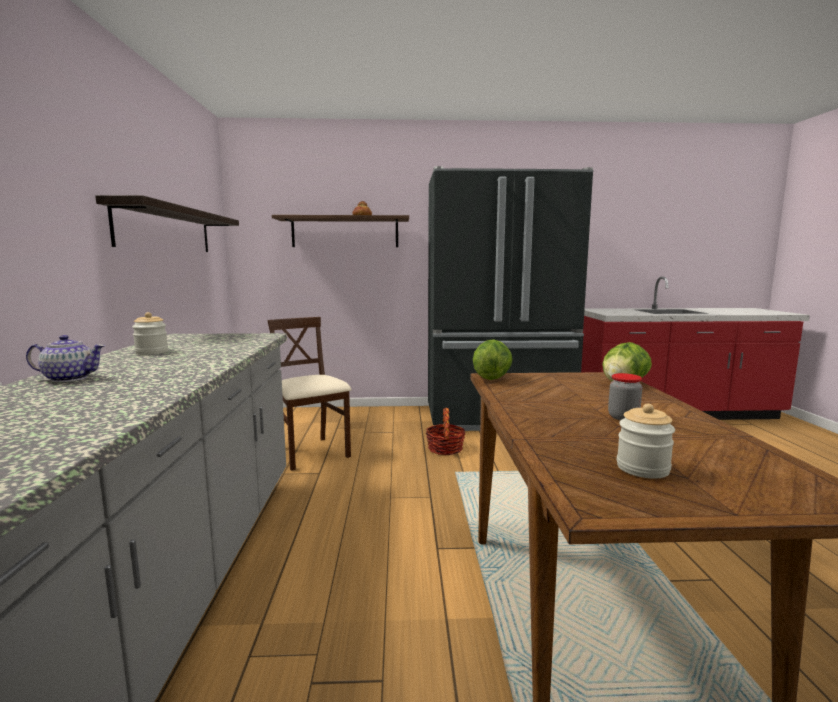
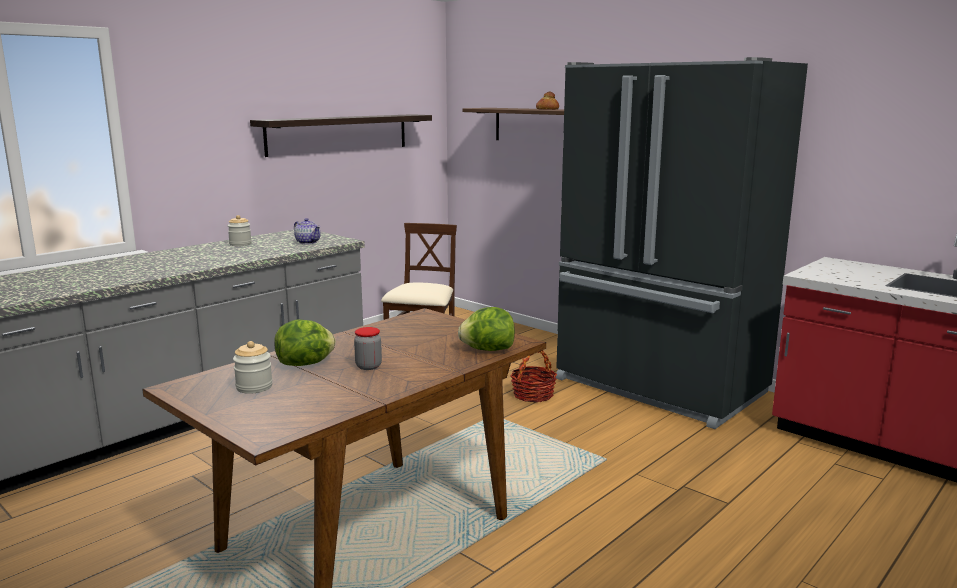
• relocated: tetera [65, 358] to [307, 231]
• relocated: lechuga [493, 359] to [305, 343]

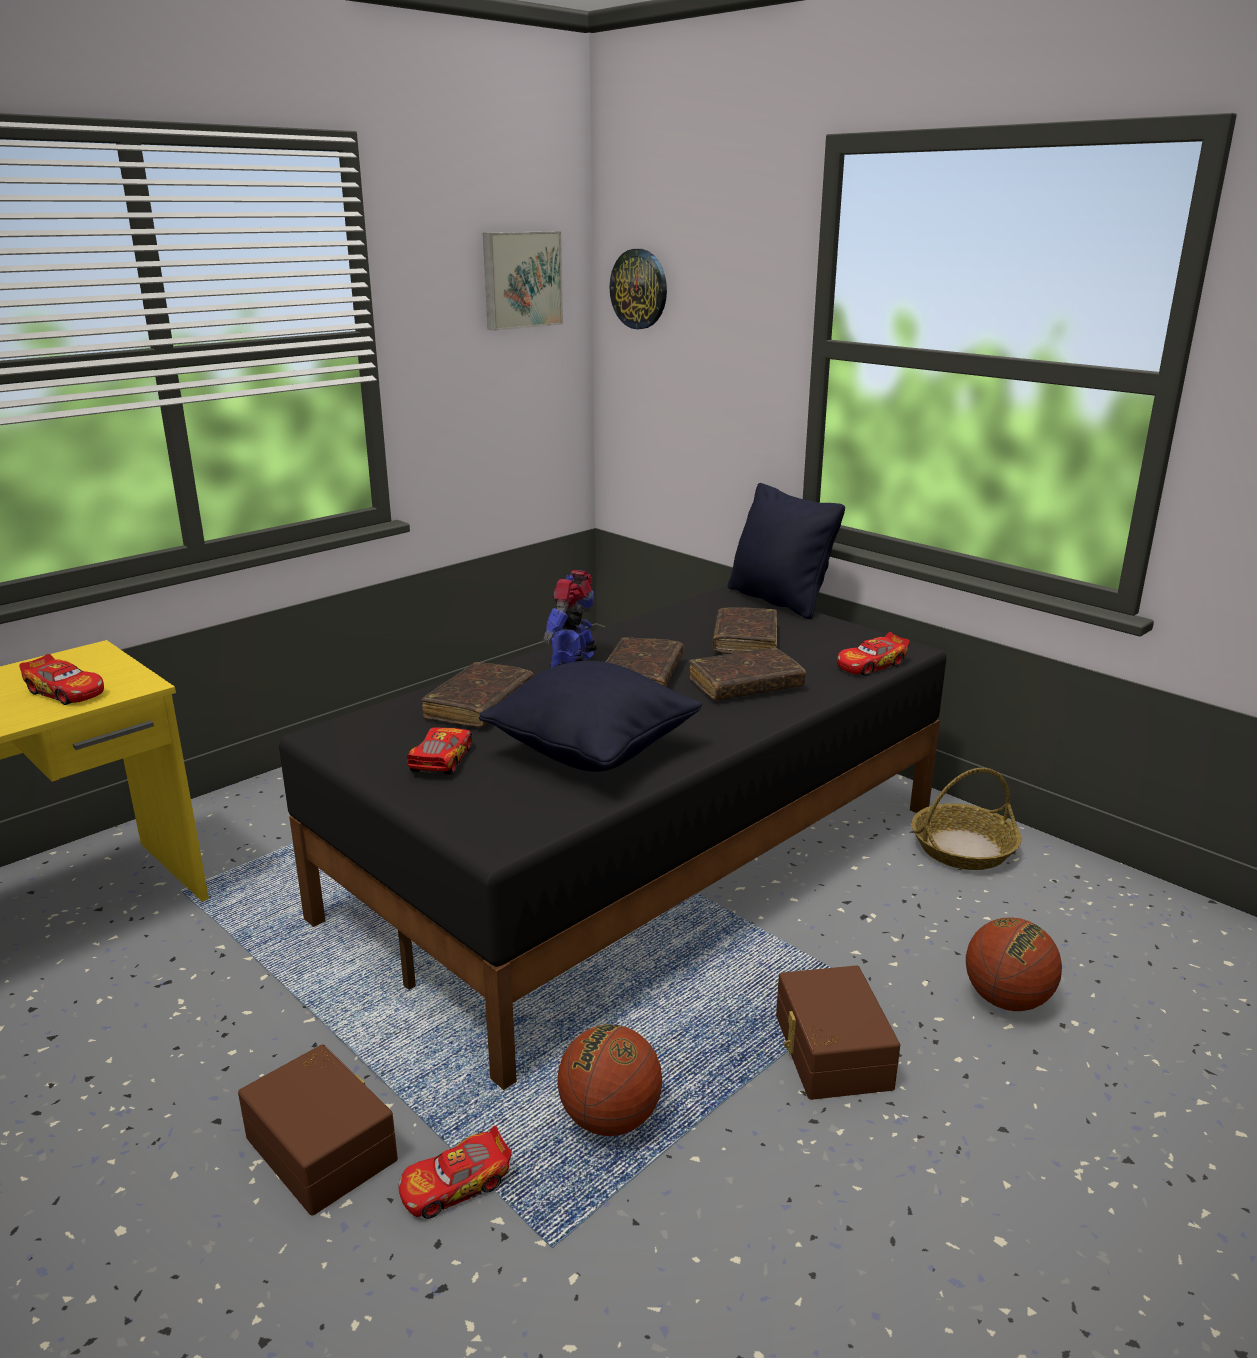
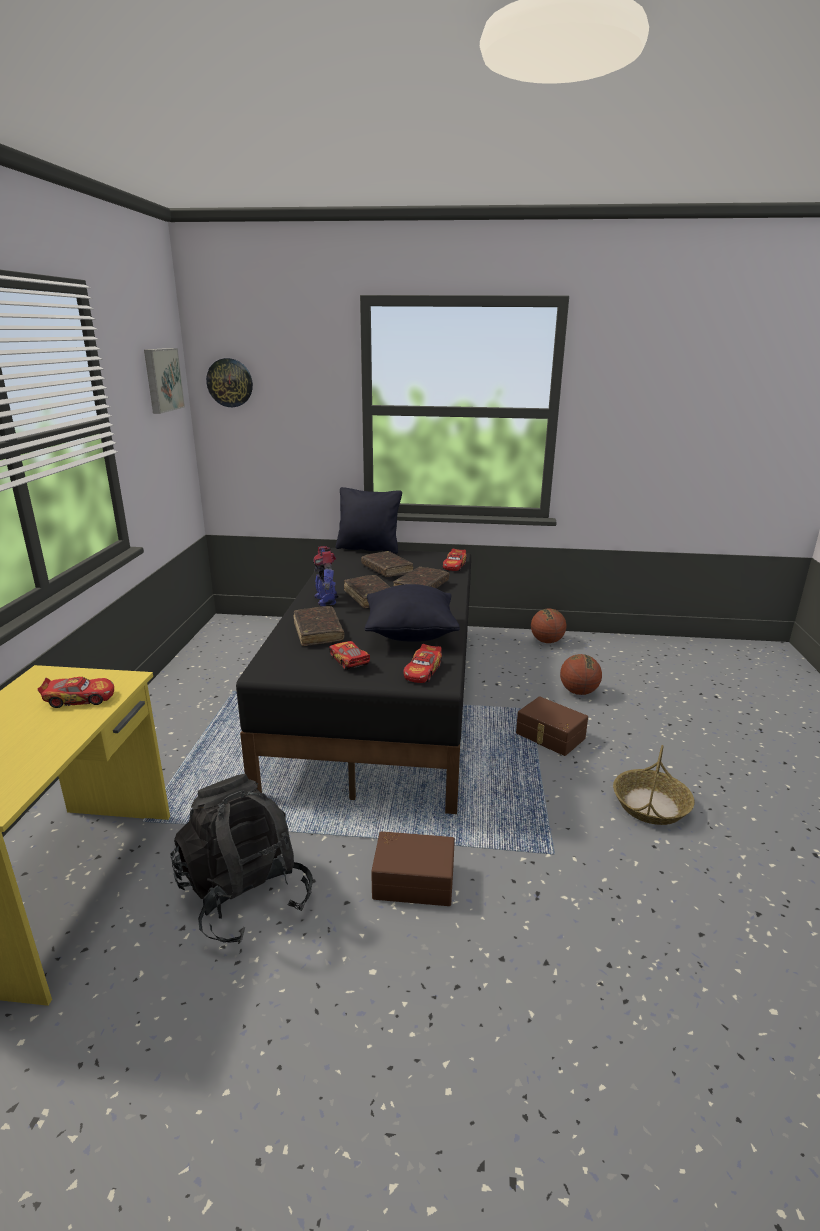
• relocated: cesta [966, 819] to [653, 785]
• relocated: balón de baloncesto [610, 1080] to [548, 625]
• relocated: coche de juguete [455, 1172] to [423, 663]
• appeared: mochila [negro] [242, 859]

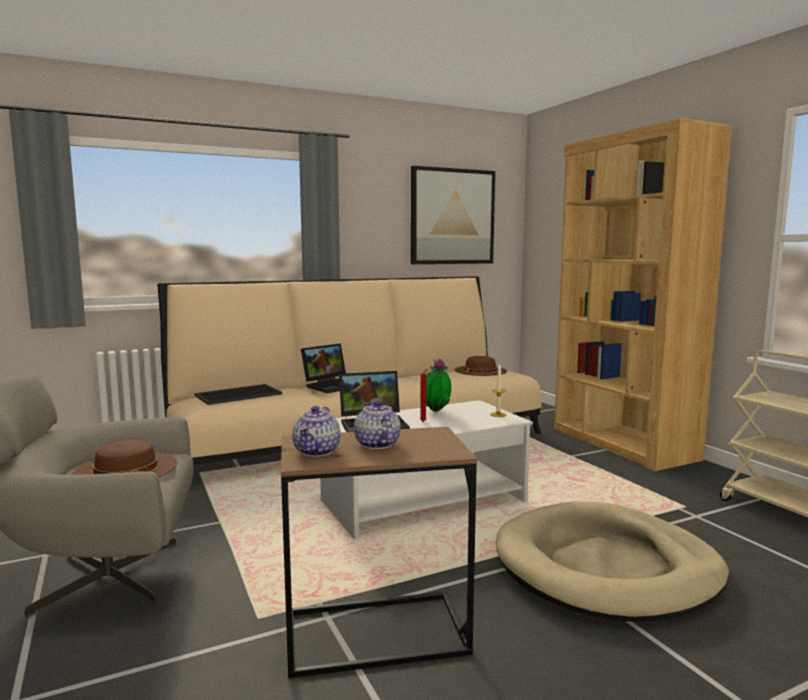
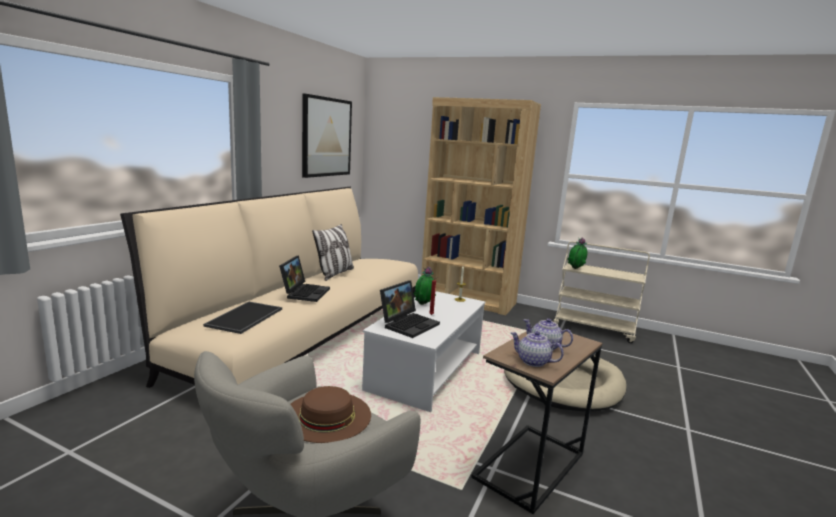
• missing: sombrero [marrón] [480, 366]
• spun: tetera [316, 431] = [537, 349] 150 degrees clockwise
• appeared: cojín [333, 252]
• appeared: planta en maceta [577, 253]

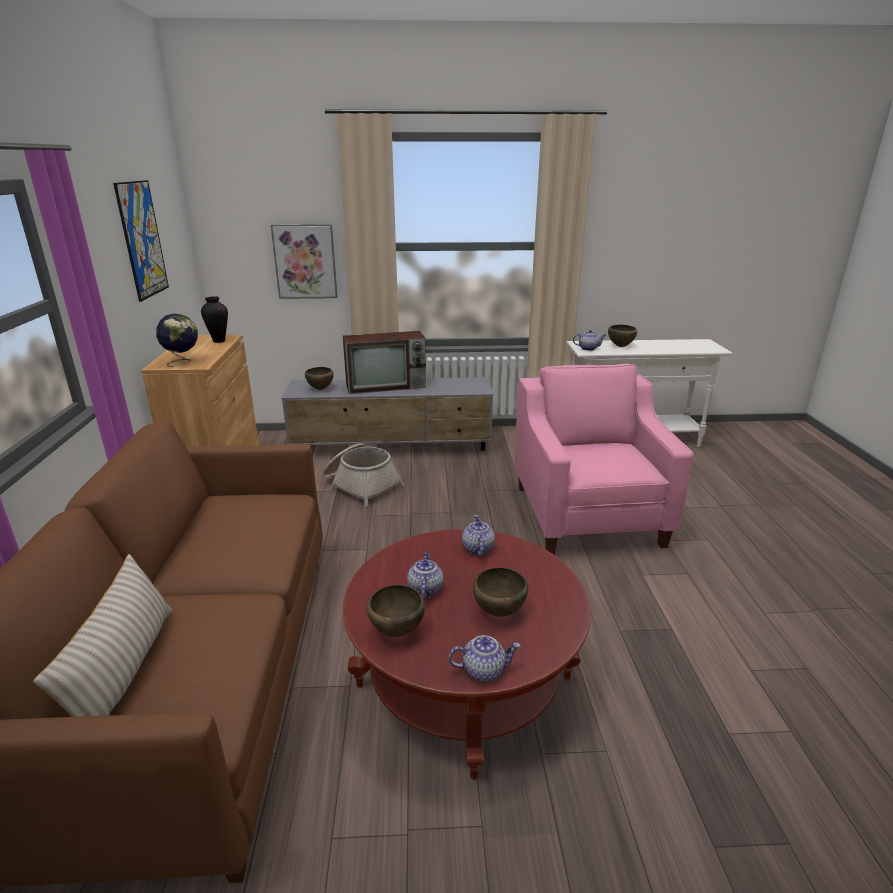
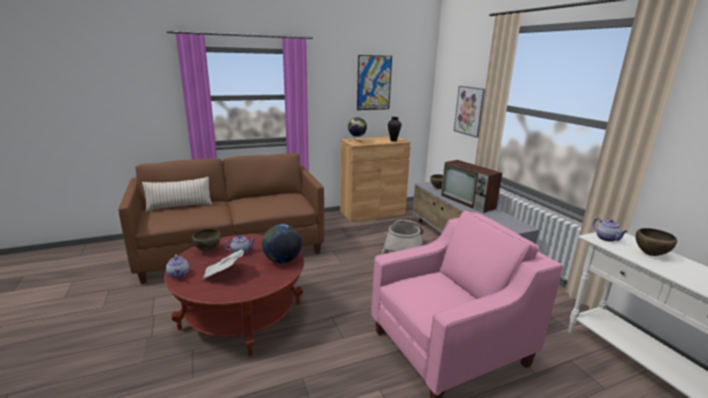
• exchanged: tetera [478, 535] to globo terráqueo [282, 243]
• exchanged: cuenco [marrón] [500, 592] to periódico [223, 264]

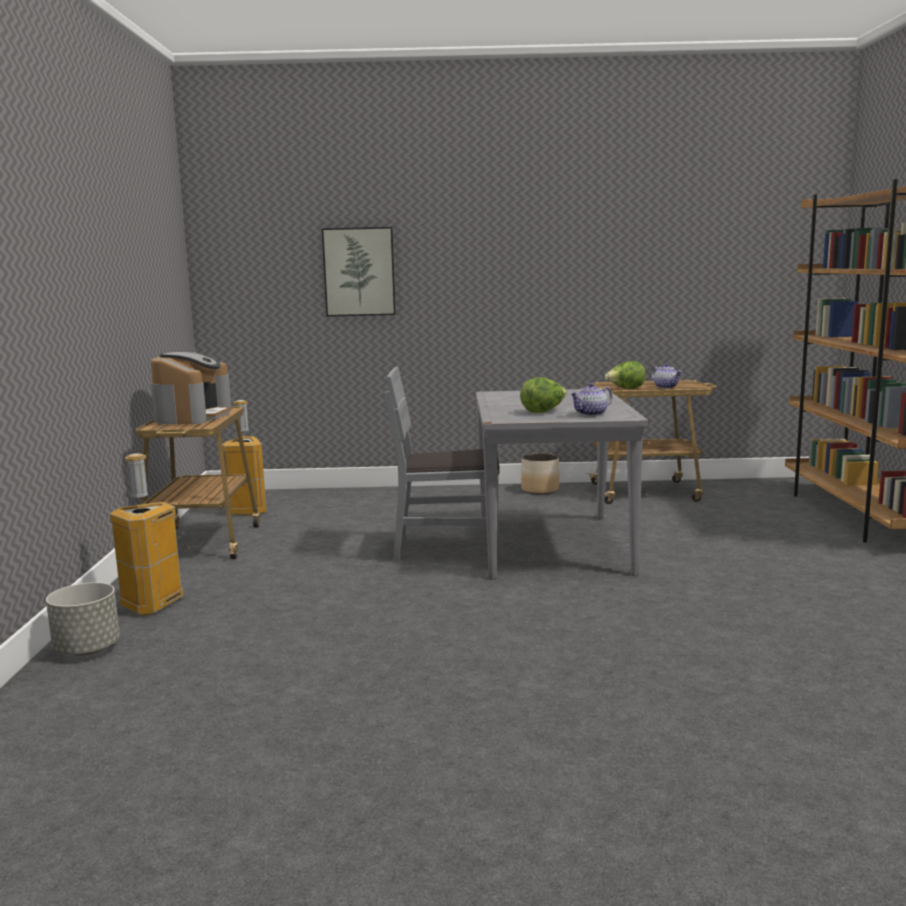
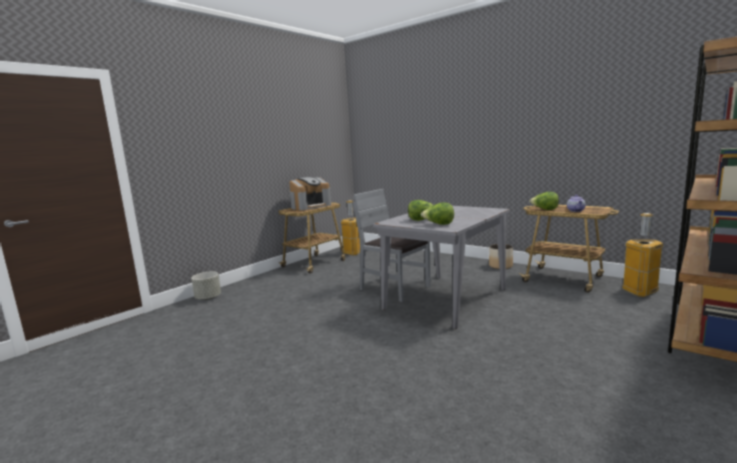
• missing: cuadro [359, 272]
• exchanged: tetera [591, 399] to lechuga [437, 214]
• relocated: papelera [147, 534] to [642, 255]

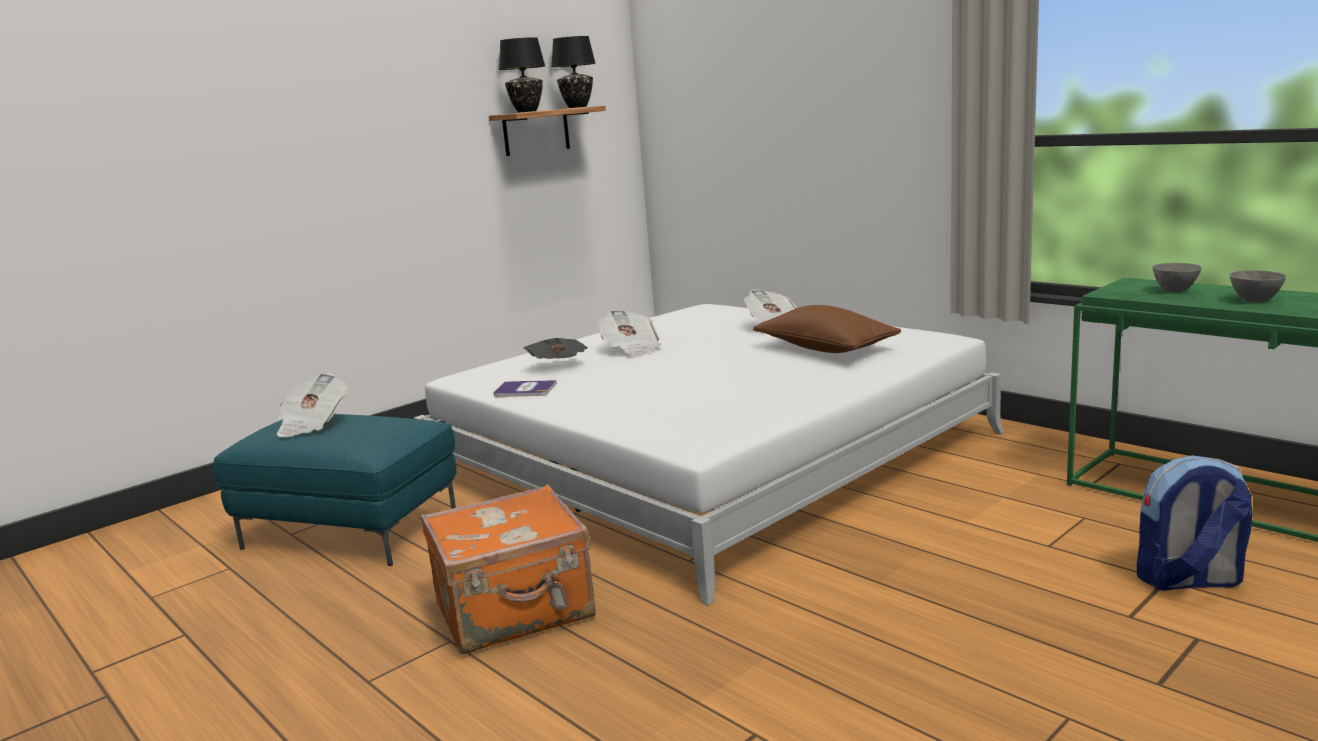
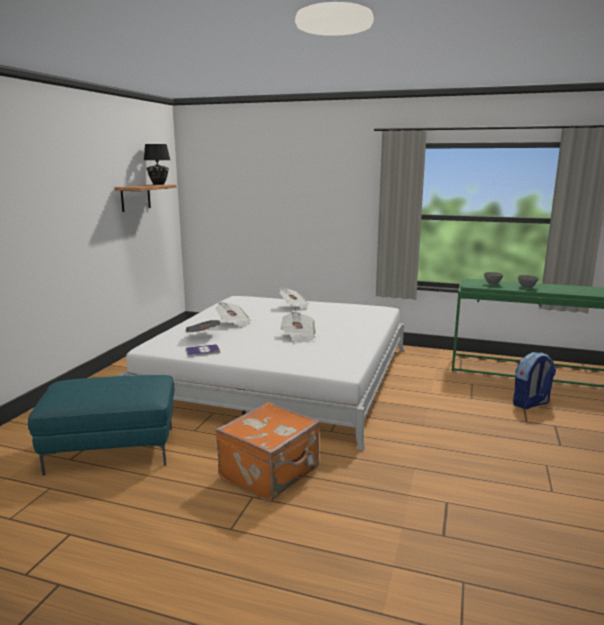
• missing: lámpara de mesa [negro] [522, 75]
• missing: cojín [marrón] [827, 329]
• relocated: periódico [312, 405] to [298, 327]

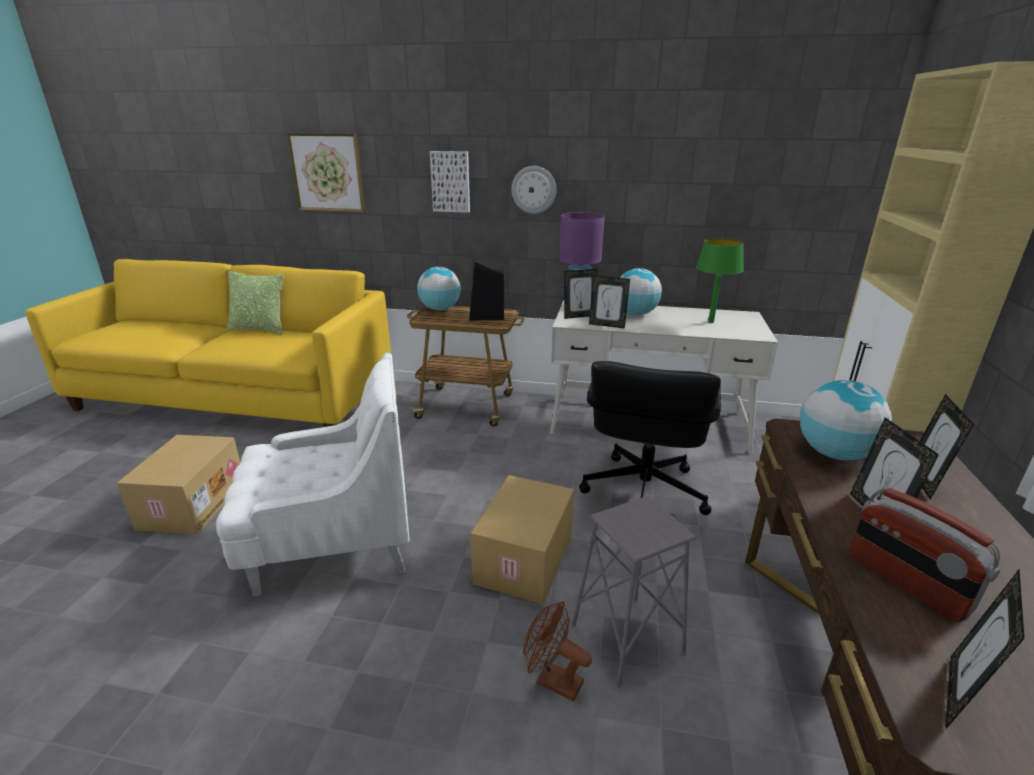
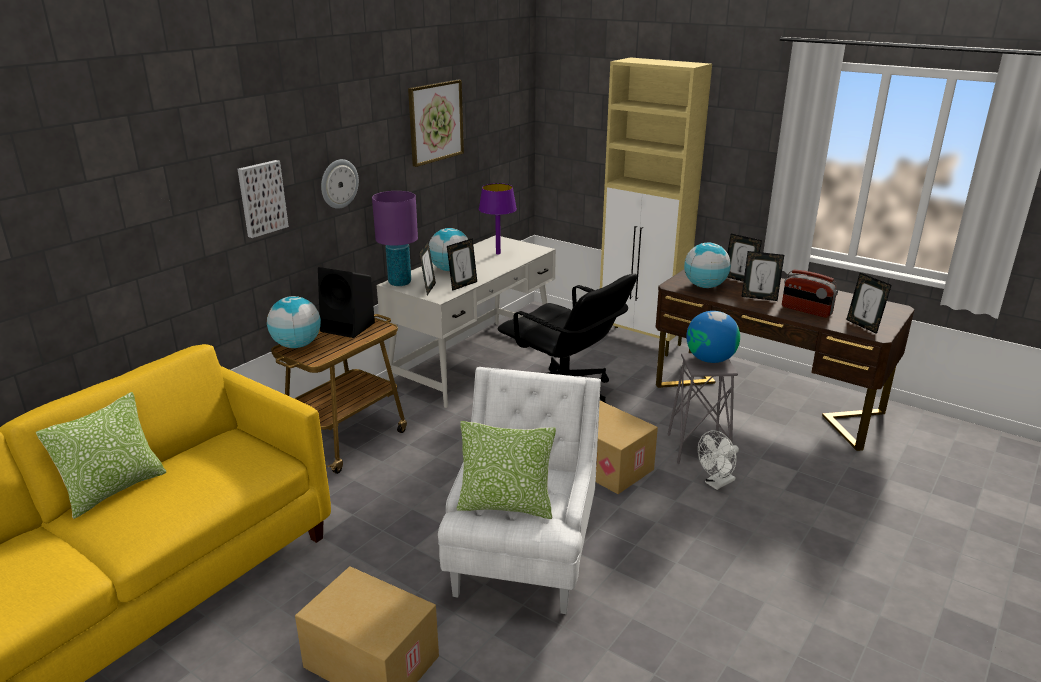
• relocated: cuadro [326, 172] to [436, 123]
• colour: lámpara de mesa [verde] [720, 280] to lámpara de mesa [morado] [498, 219]
• spun: radio [925, 555] = [810, 293] 45 degrees clockwise
• colour: ventilador [marrón] [557, 651] to ventilador [blanco] [718, 460]
• appeared: globo terráqueo [713, 337]
• appeared: cojín [506, 470]

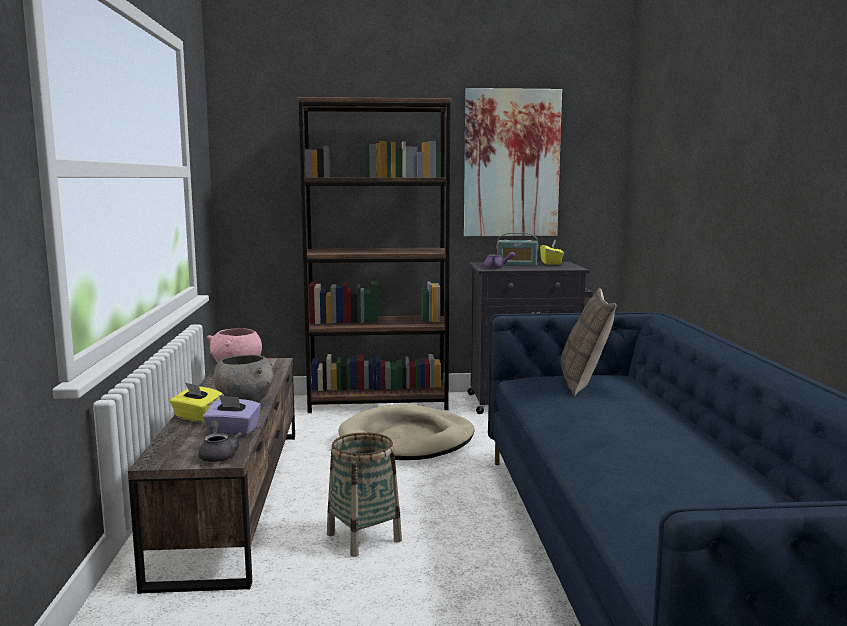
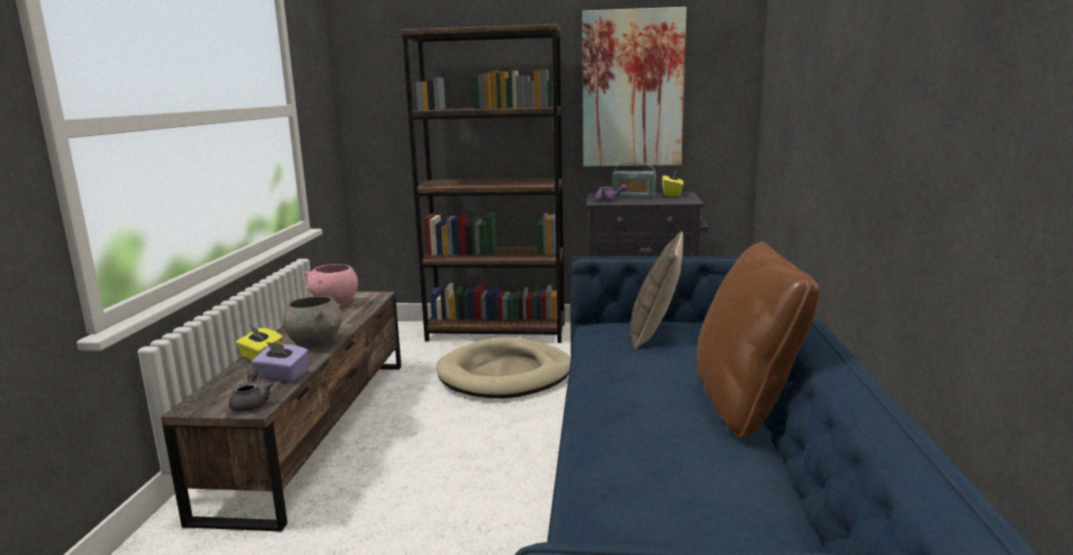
• missing: cesta [364, 494]
• appeared: cojín [marrón] [758, 339]

